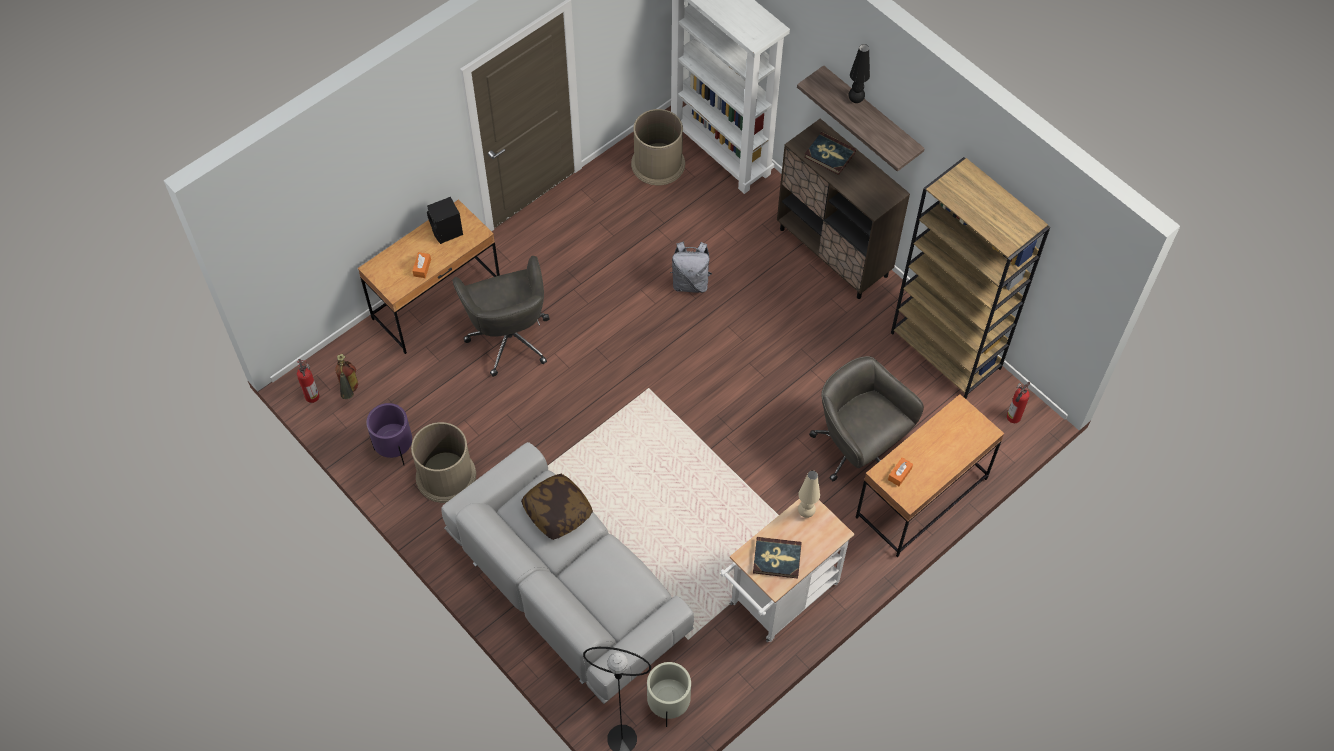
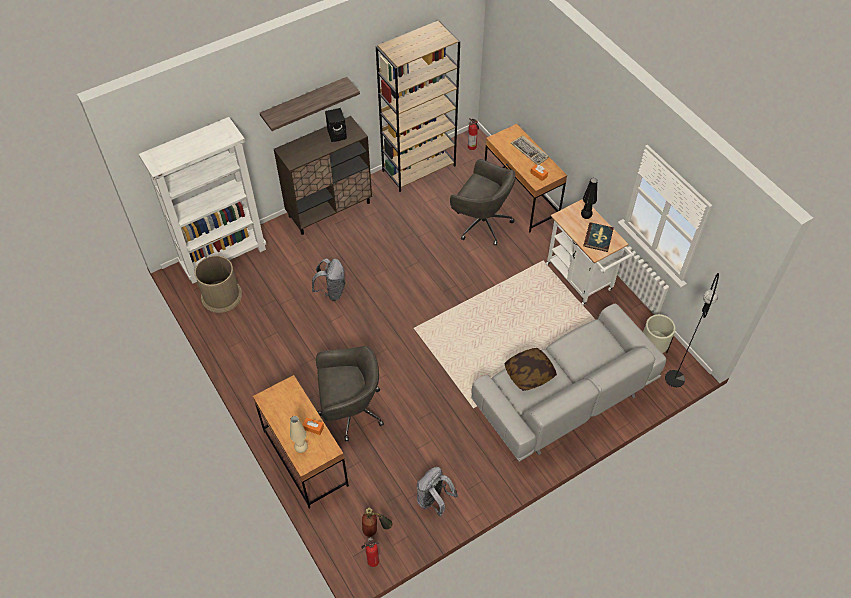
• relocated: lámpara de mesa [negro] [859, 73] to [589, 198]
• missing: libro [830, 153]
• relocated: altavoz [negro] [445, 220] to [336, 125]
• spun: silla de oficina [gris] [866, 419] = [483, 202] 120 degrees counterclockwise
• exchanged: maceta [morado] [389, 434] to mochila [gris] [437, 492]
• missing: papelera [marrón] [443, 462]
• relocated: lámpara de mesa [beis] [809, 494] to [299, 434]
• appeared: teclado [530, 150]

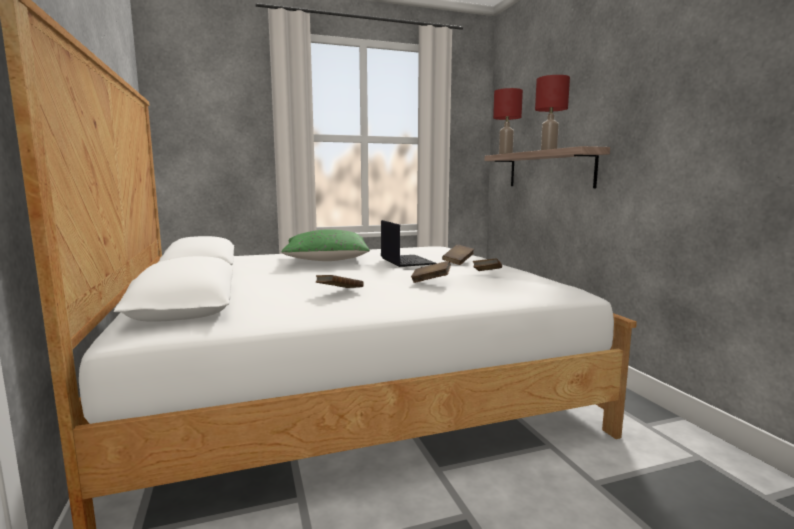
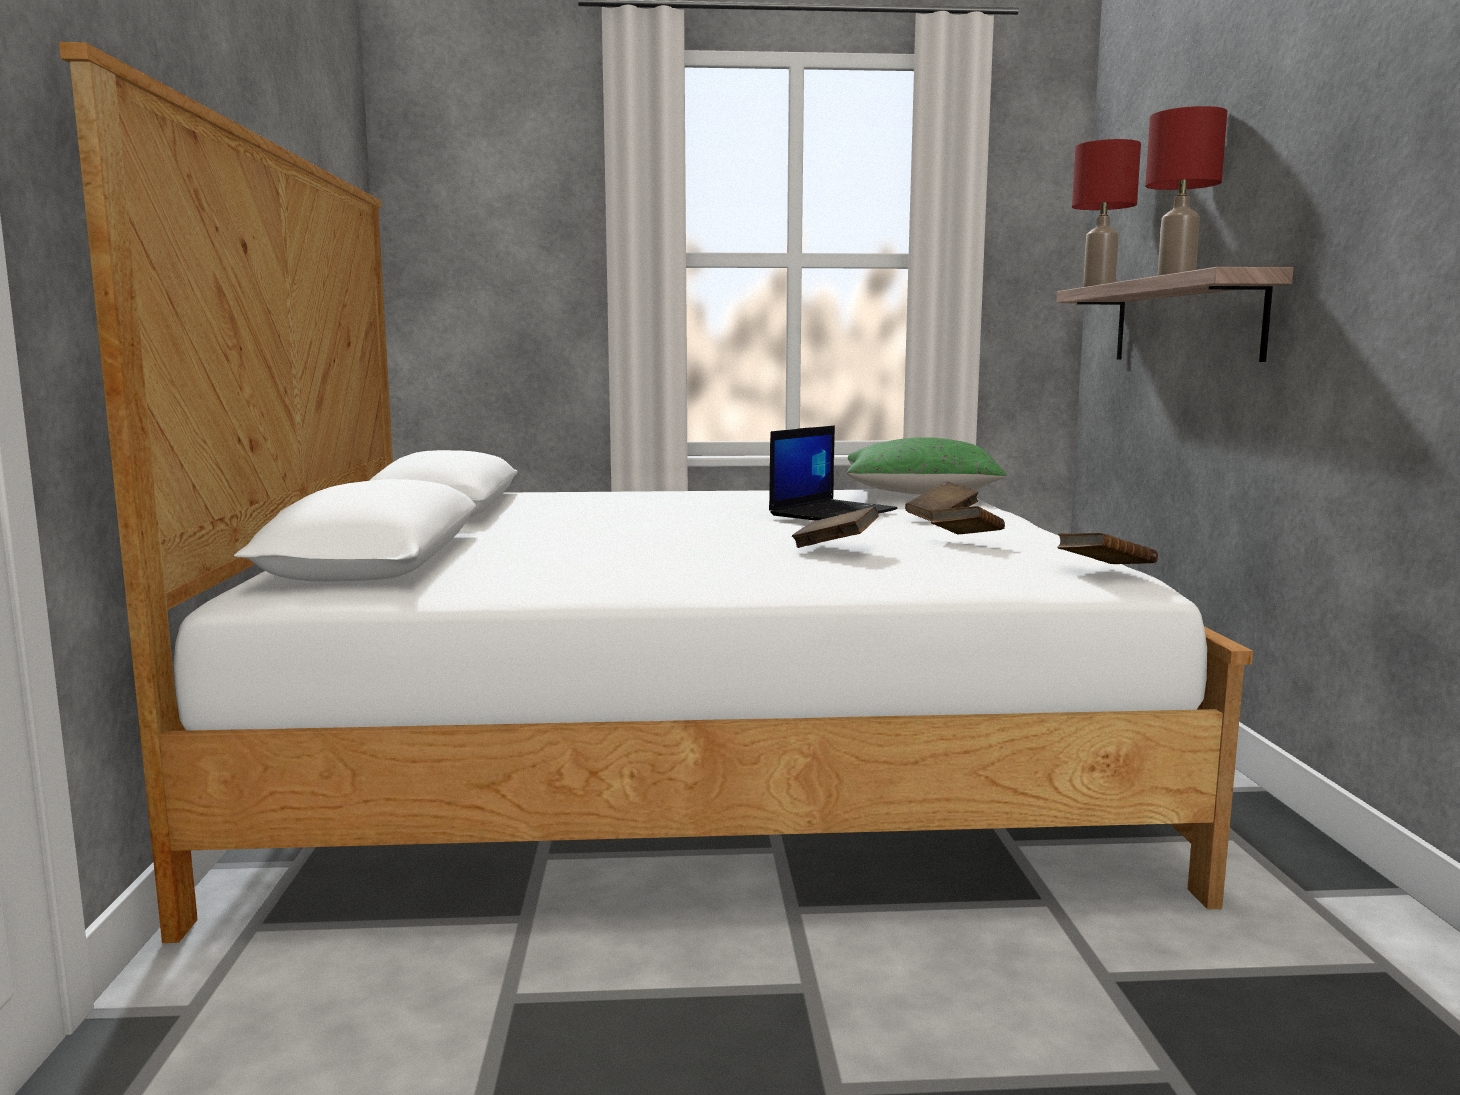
• spun: portátil [409, 243] = [833, 473] 45 degrees clockwise
• relocated: cojín [verde] [326, 245] to [926, 466]
• relocated: libro [marrón] [340, 281] to [1107, 548]

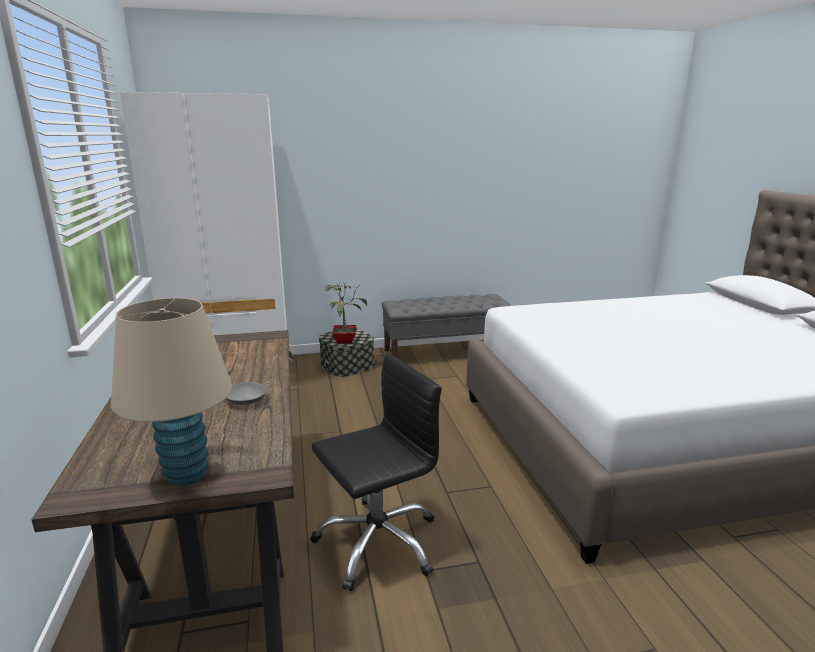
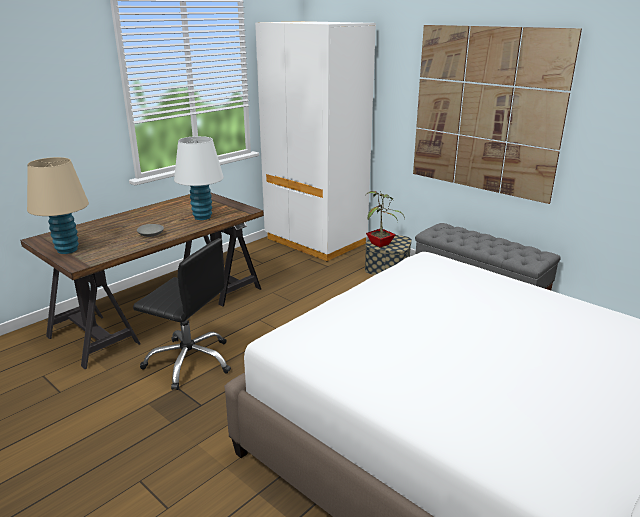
• appeared: cuadro [497, 114]
• appeared: lámpara de mesa [blanco] [199, 178]

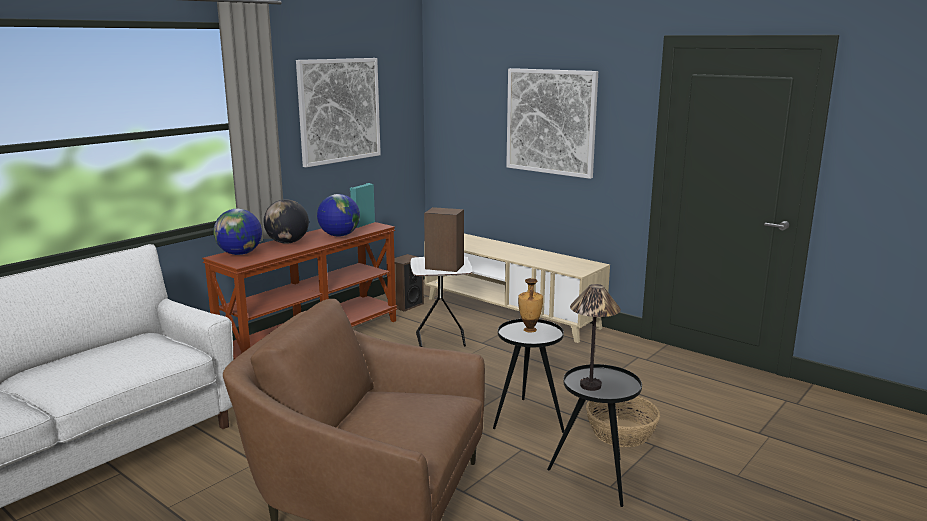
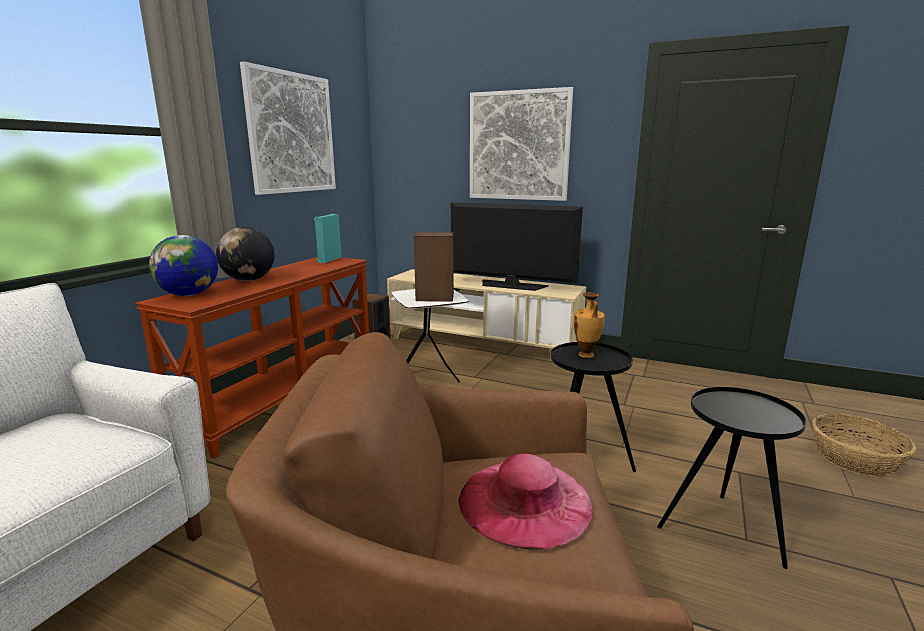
• missing: globo terráqueo [338, 215]
• missing: lámpara de mesa [595, 337]
• relocated: cesta [623, 421] to [864, 445]
• appeared: televisor [517, 246]
• appeared: sombrero [rosa] [525, 502]

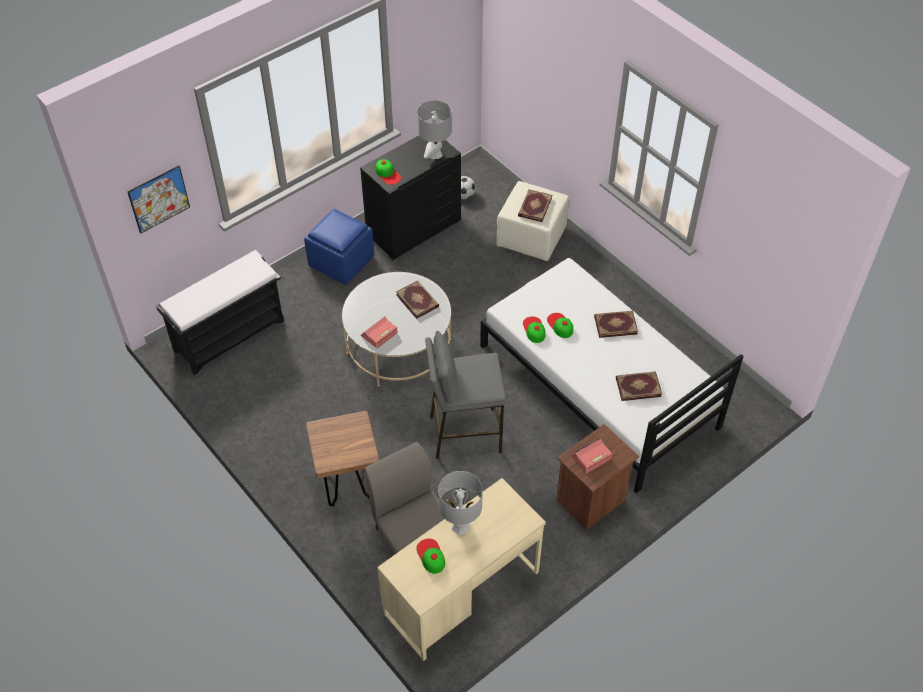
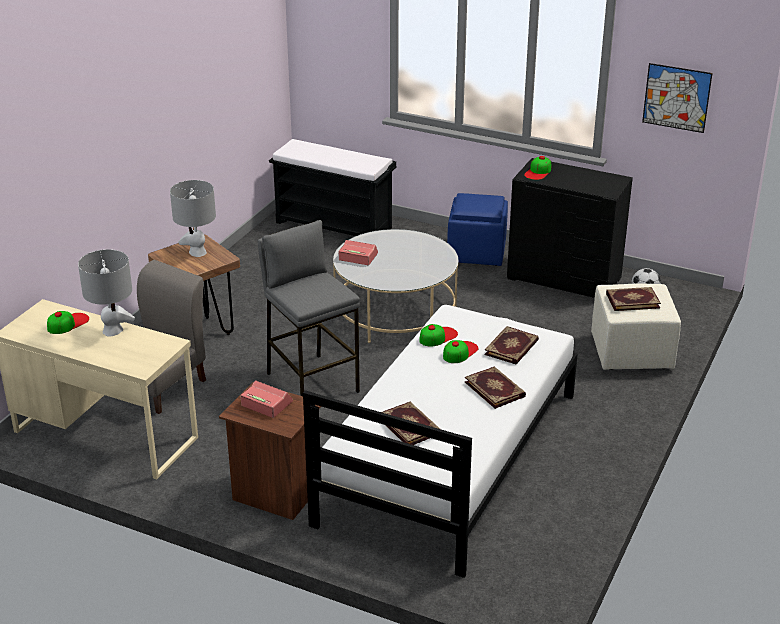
• relocated: lámpara de mesa [gris] [434, 129] to [193, 218]
• relocated: cuadro [158, 199] to [677, 98]
• relocated: libro [417, 300] to [511, 345]

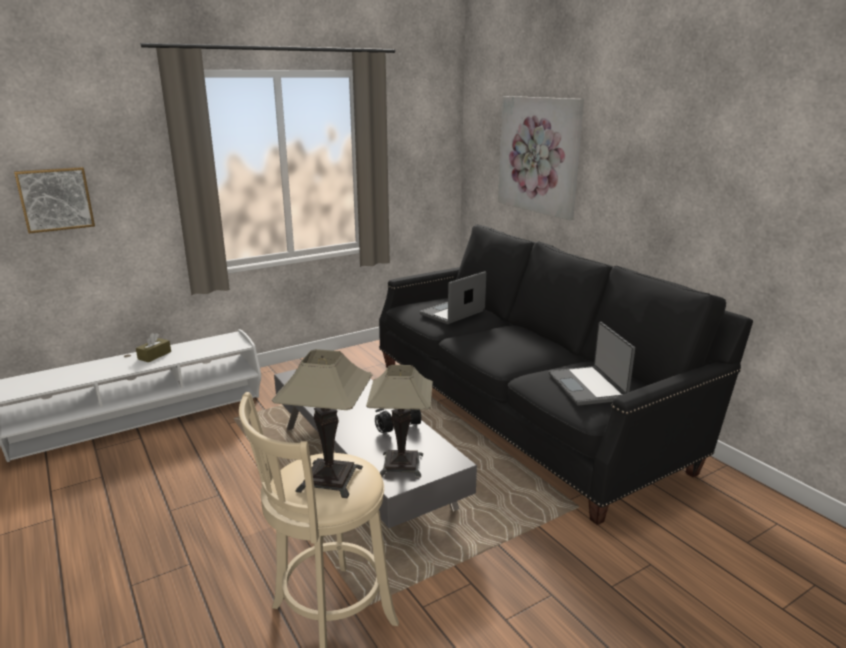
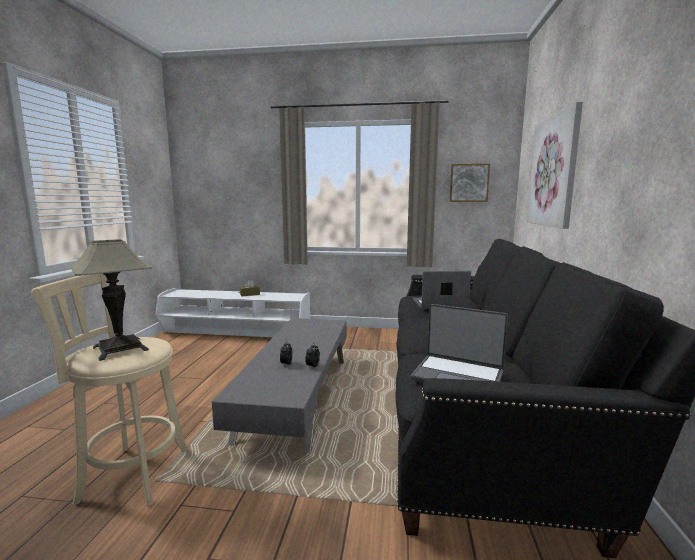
• relocated: cuadro [54, 200] to [470, 183]
• spun: portátil [592, 364] = [459, 343] 90 degrees counterclockwise
• missing: lámpara de mesa [399, 421]

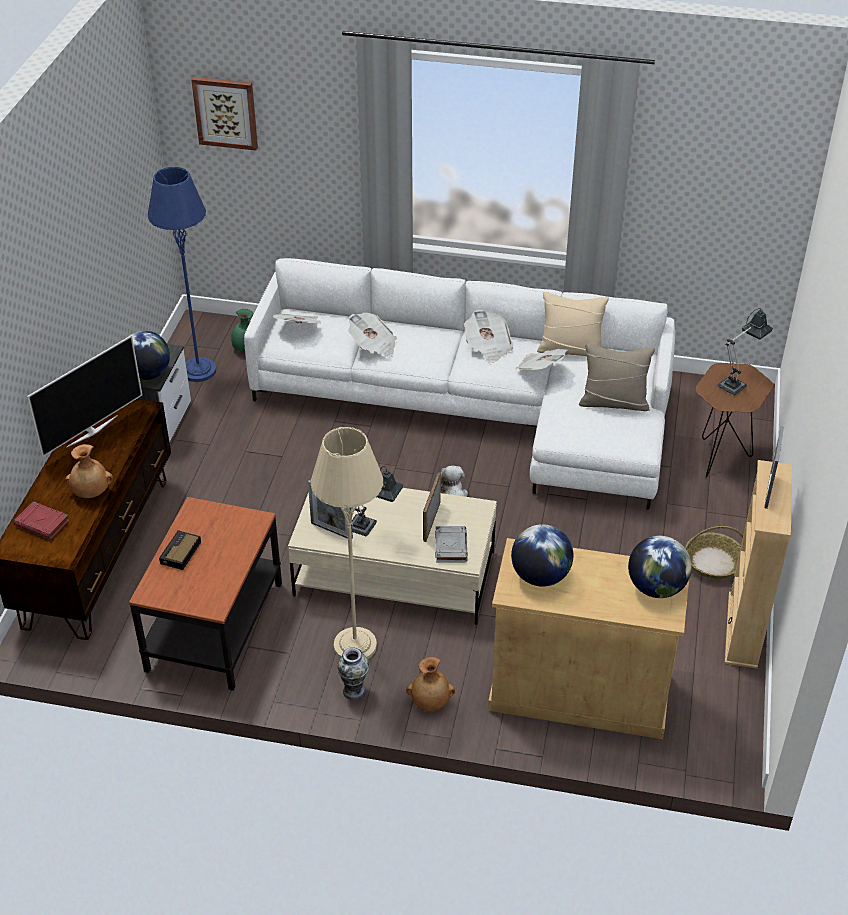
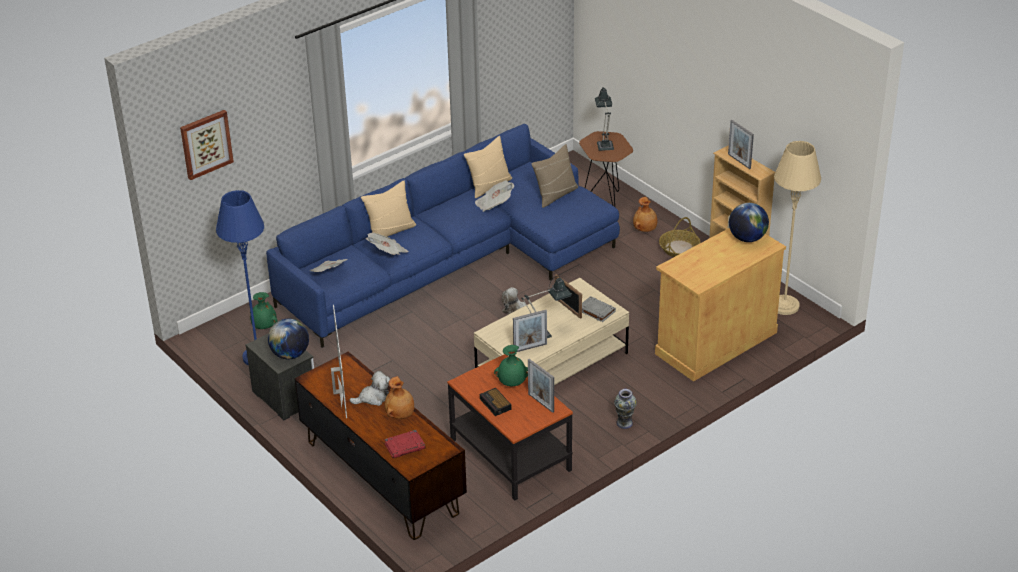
• colour: sofá [blanco] [459, 384] to sofá [azul] [443, 236]
• missing: periódico [488, 336]
• relocated: lámpara de pie [beis] [346, 543] to [797, 228]
• missing: globo terráqueo [542, 555]
• relocated: florero [marrón] [430, 684] to [645, 214]
• appeared: cojín [beis] [388, 208]
• appeared: florero [verde] [511, 365]
• appeared: portarretratos [541, 386]
• appeared: peluche [369, 388]

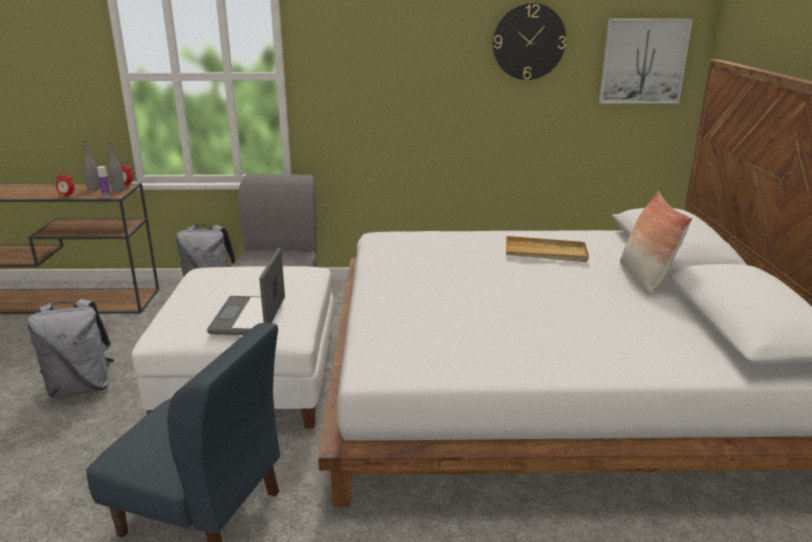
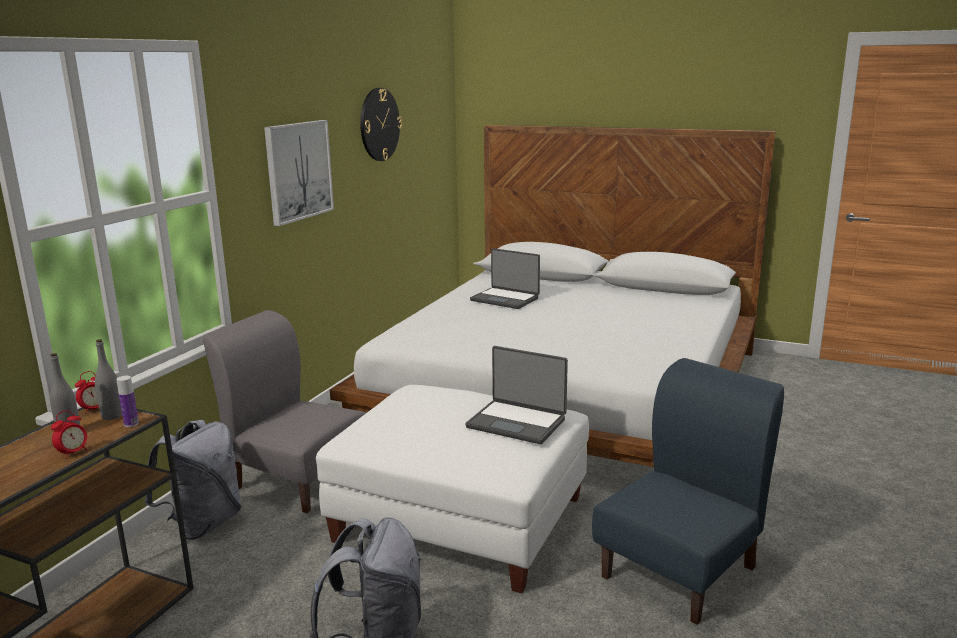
• relocated: cuadro [646, 61] to [299, 173]
• missing: cojín [656, 243]
• exchanged: bandeja [beis] [547, 249] to portátil [505, 278]

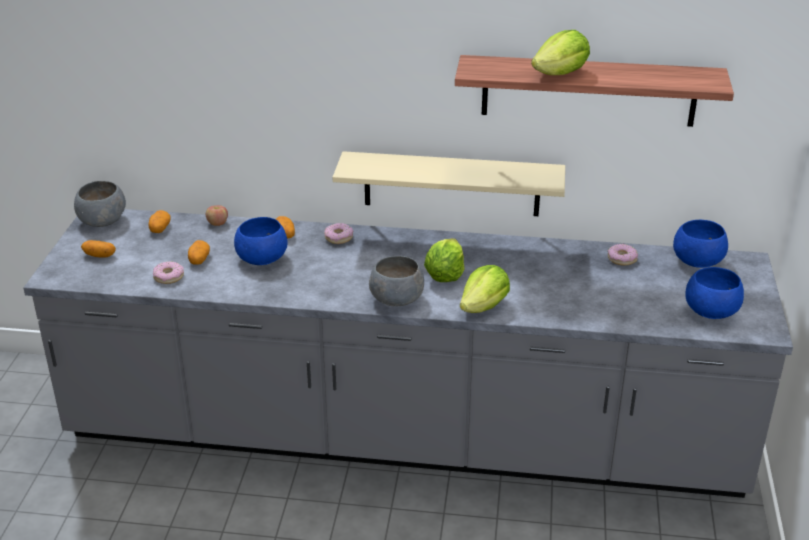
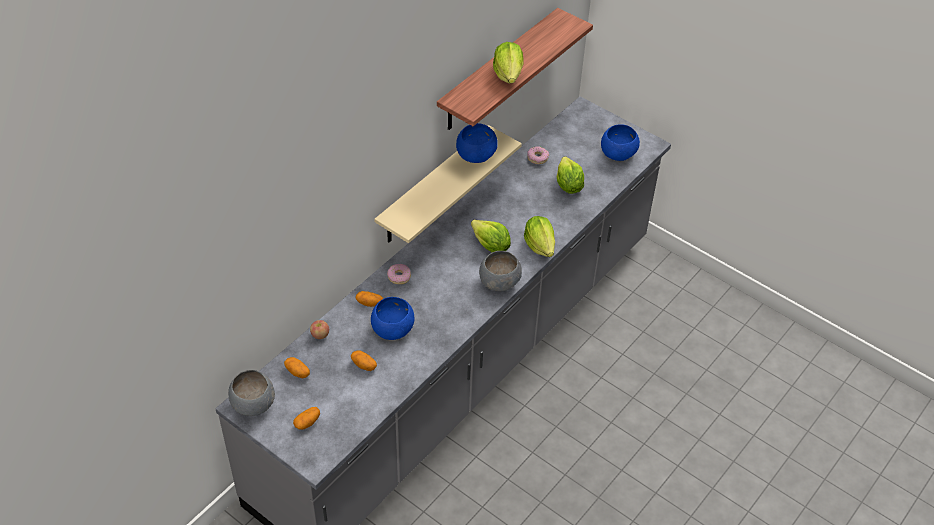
• relocated: cuenco [azul] [700, 244] to [477, 143]
• missing: rosquilla [168, 272]
• appeared: lechuga [570, 175]

